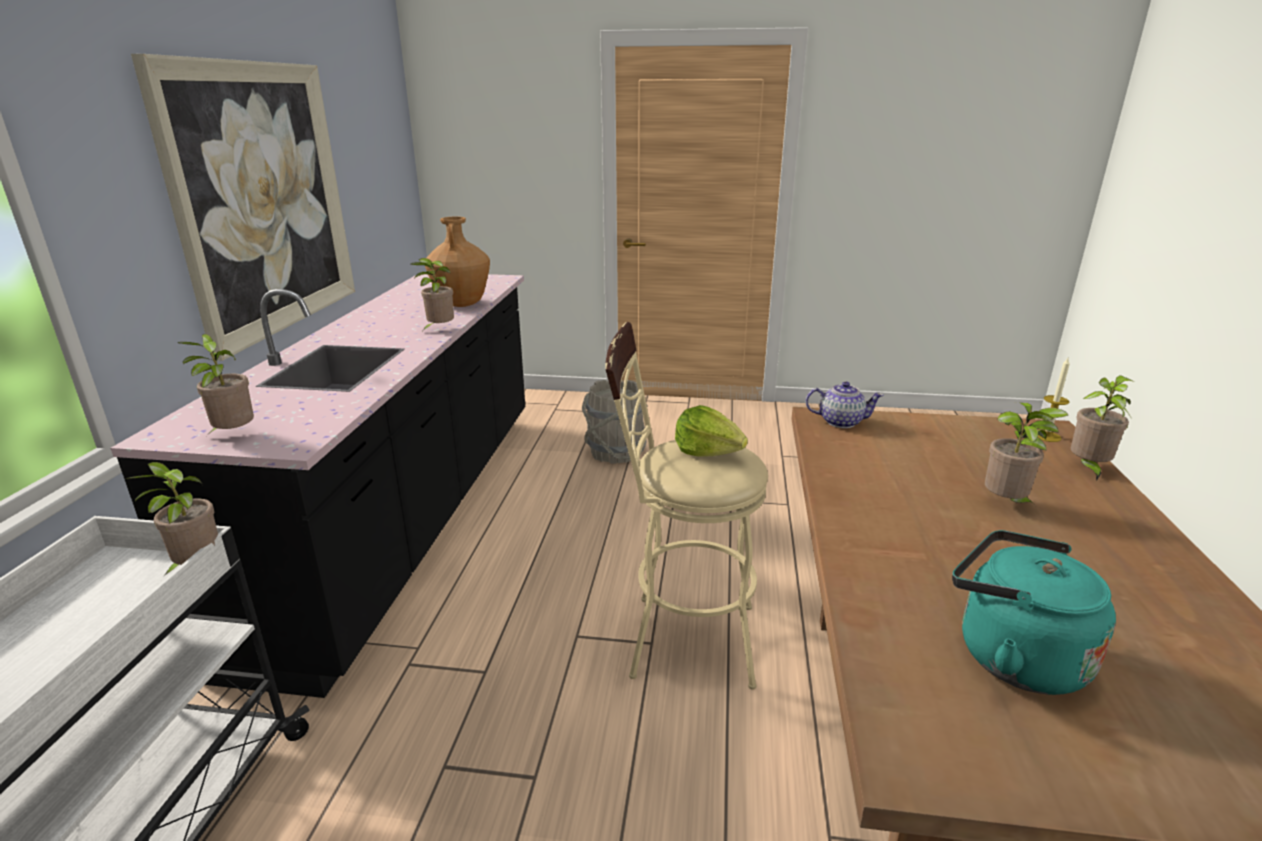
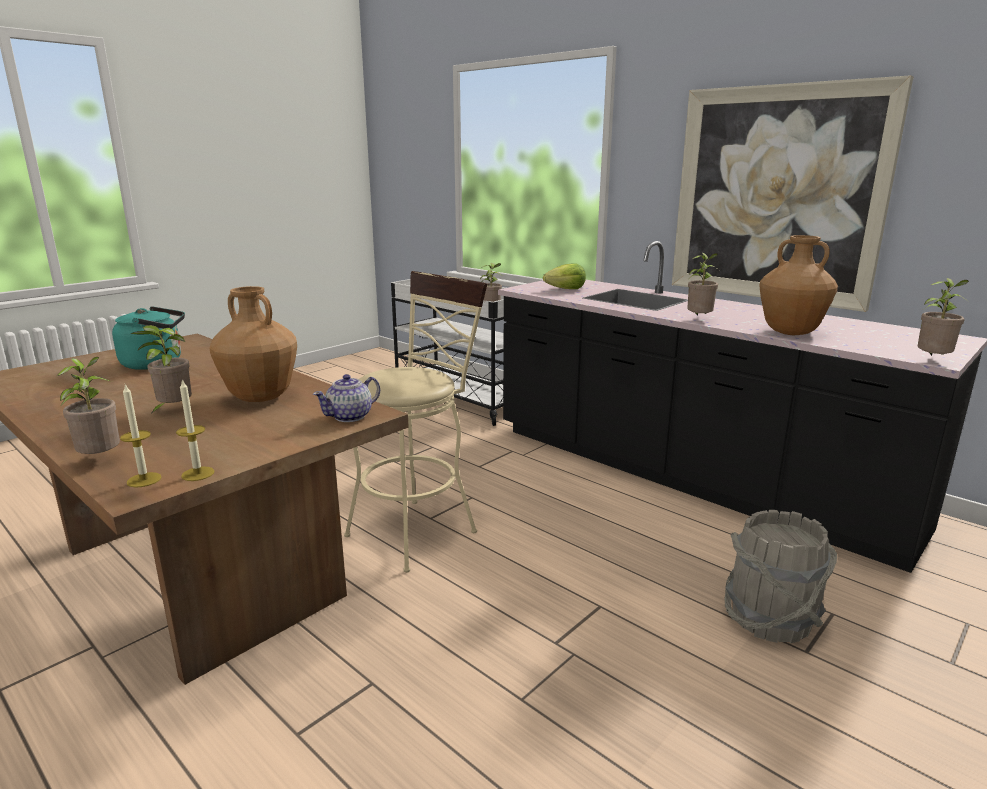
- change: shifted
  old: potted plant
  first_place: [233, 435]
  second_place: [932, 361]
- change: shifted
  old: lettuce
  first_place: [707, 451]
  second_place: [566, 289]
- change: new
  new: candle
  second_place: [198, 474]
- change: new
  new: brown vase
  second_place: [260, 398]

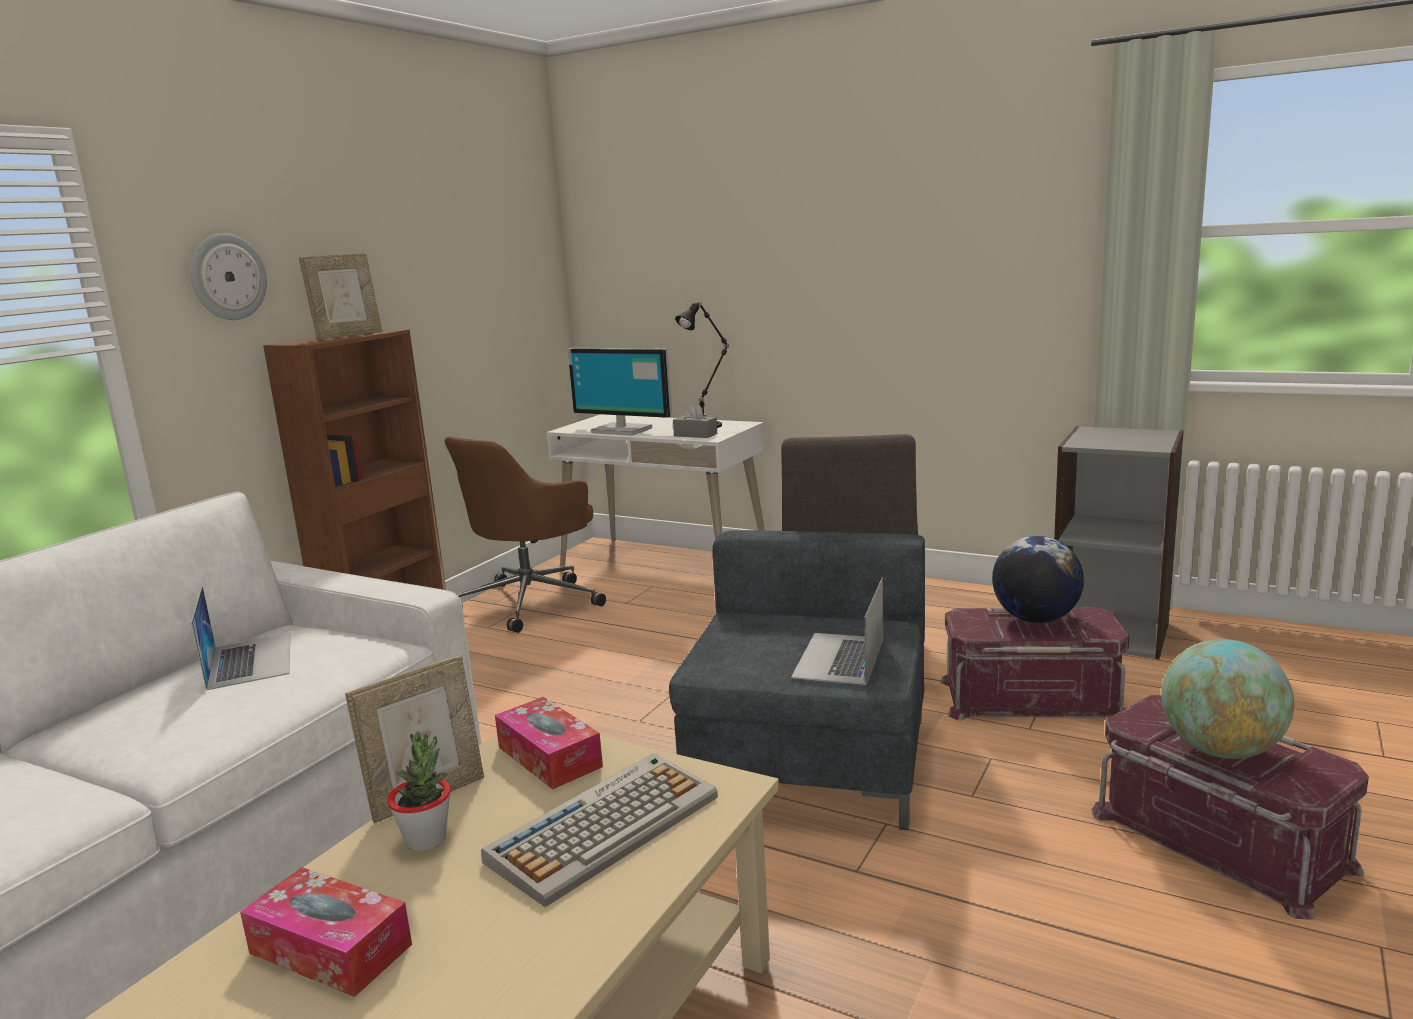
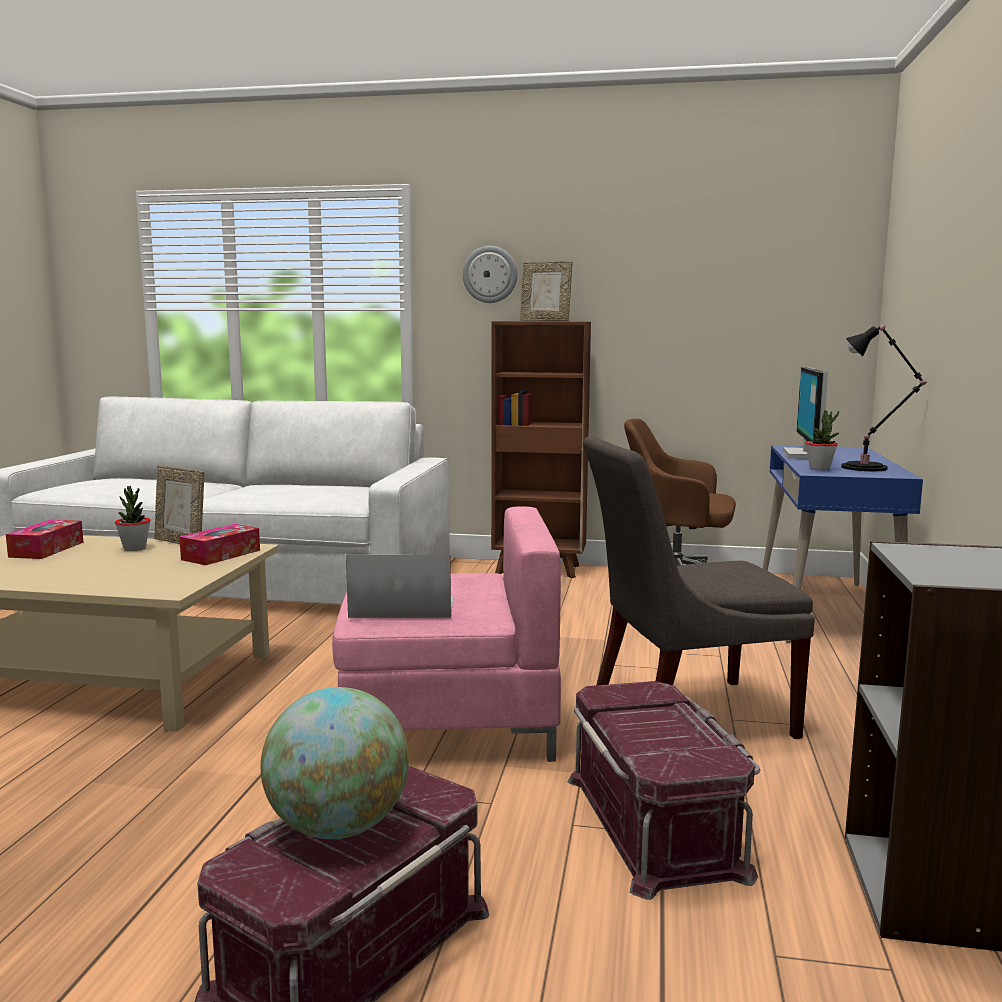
- change: gone
  old: laptop
  first_place: [250, 660]
- change: gone
  old: keyboard
  first_place: [605, 827]
- change: repainted
  old: white desk
  new: blue desk
  first_place: [664, 564]
  second_place: [826, 611]
- change: repainted
  old: grey armchair
  new: pink armchair
  first_place: [808, 762]
  second_place: [446, 717]
- change: swapped
  old: grey tissue box
  new: potted plant
  first_place: [695, 435]
  second_place: [819, 469]
- change: gone
  old: globe
  first_place: [1035, 619]

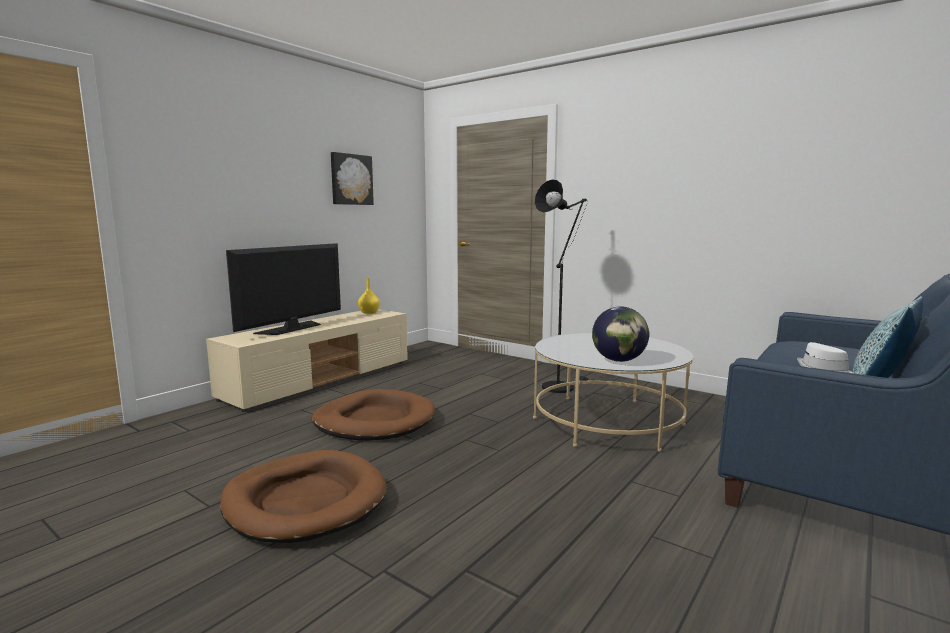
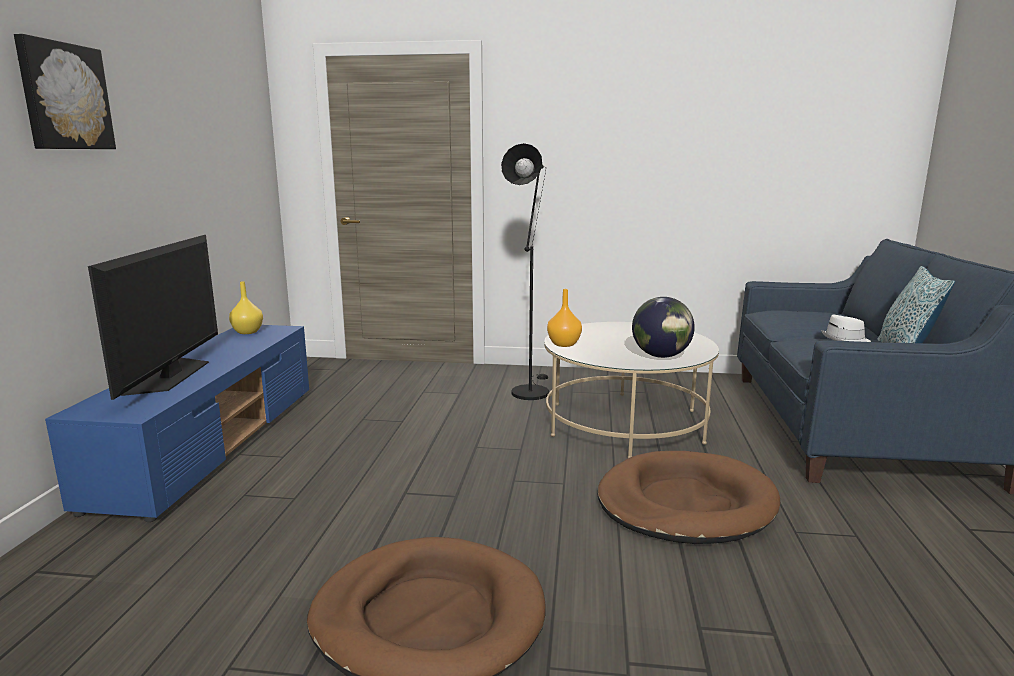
- change: repainted
  old: beige tv stand
  new: blue tv stand
  first_place: [321, 379]
  second_place: [212, 442]
- change: shifted
  old: brown dog bed
  first_place: [374, 421]
  second_place: [685, 503]
- change: shifted
  old: picture
  first_place: [351, 179]
  second_place: [64, 96]
- change: new
  new: orange vase
  second_place: [563, 344]

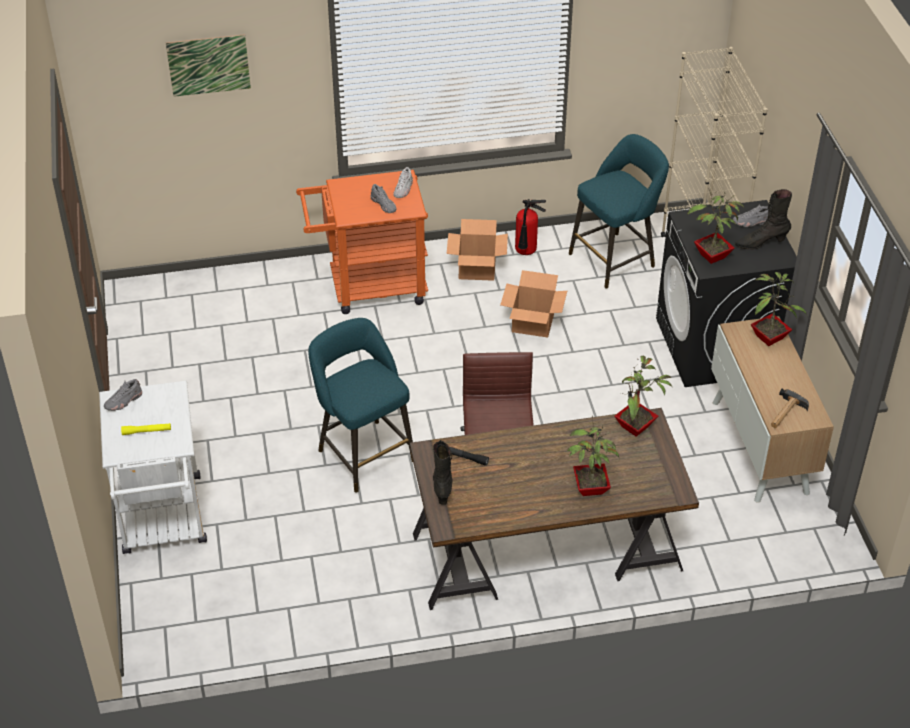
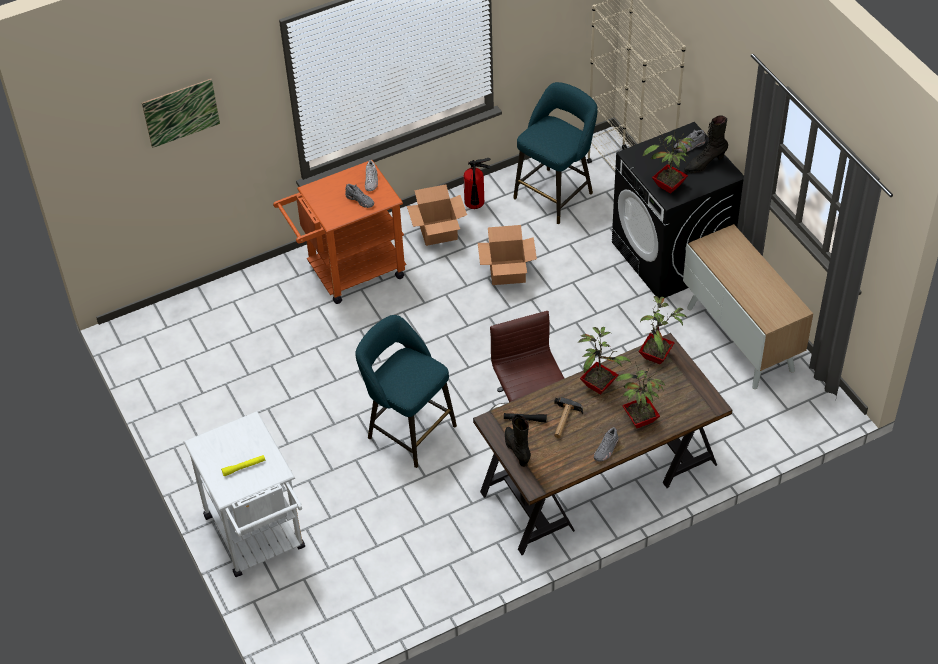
- change: shifted
  old: grey shoe
  first_place: [123, 401]
  second_place: [606, 449]
- change: shifted
  old: potted plant
  first_place: [770, 337]
  second_place: [599, 385]
- change: shifted
  old: hammer
  first_place: [785, 413]
  second_place: [564, 421]

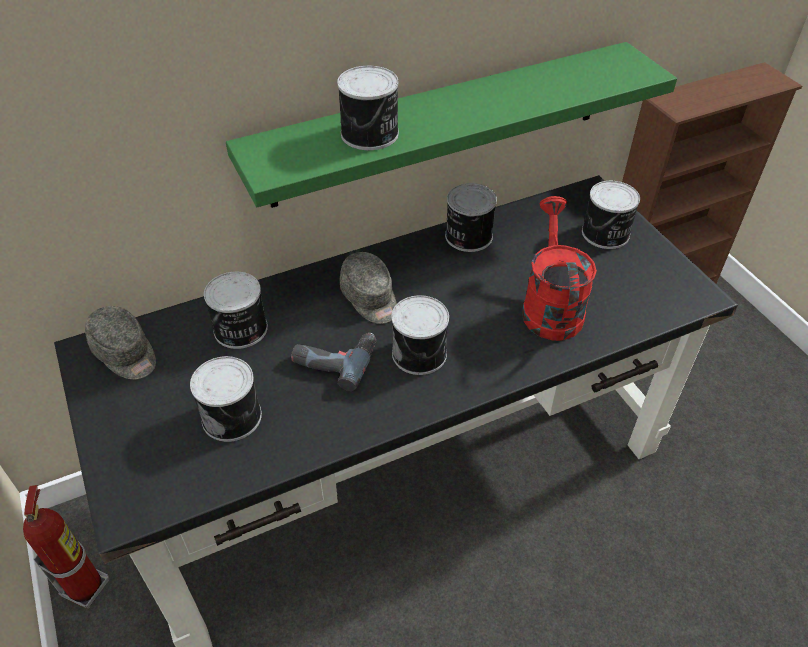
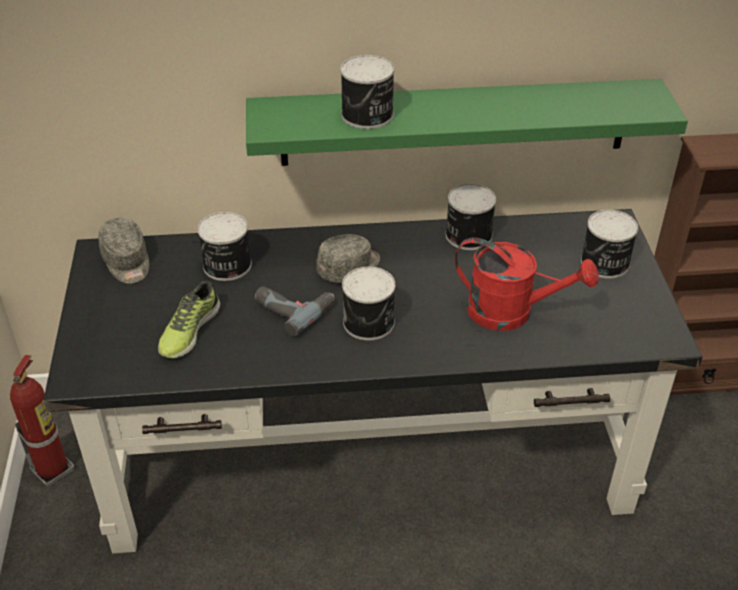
- change: swapped
  old: can
  new: shoe
  first_place: [233, 416]
  second_place: [188, 330]
- change: rotated
  old: grey cap
  first_place: [370, 299]
  second_place: [349, 267]
  degrees: -120
- change: rotated
  old: red watering can
  first_place: [550, 306]
  second_place: [511, 313]
  degrees: 90

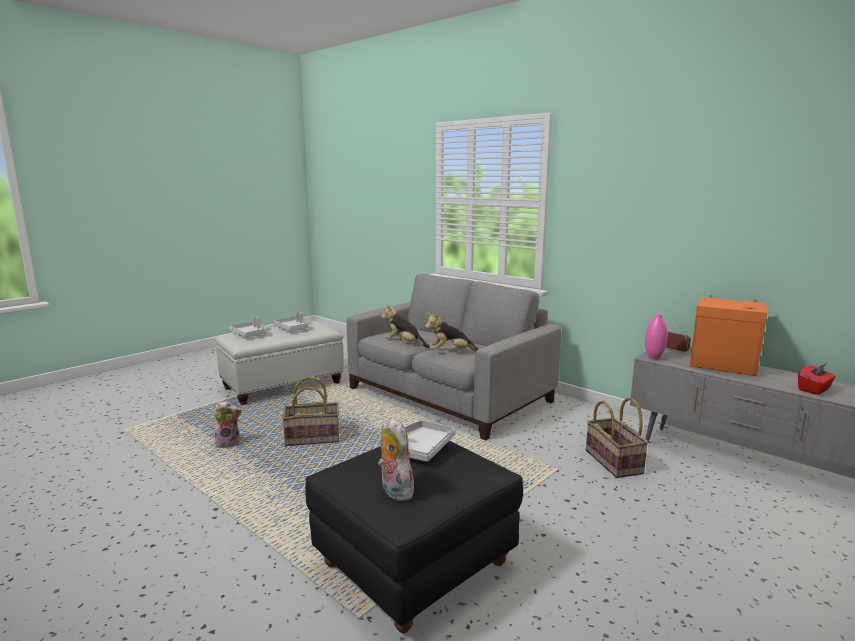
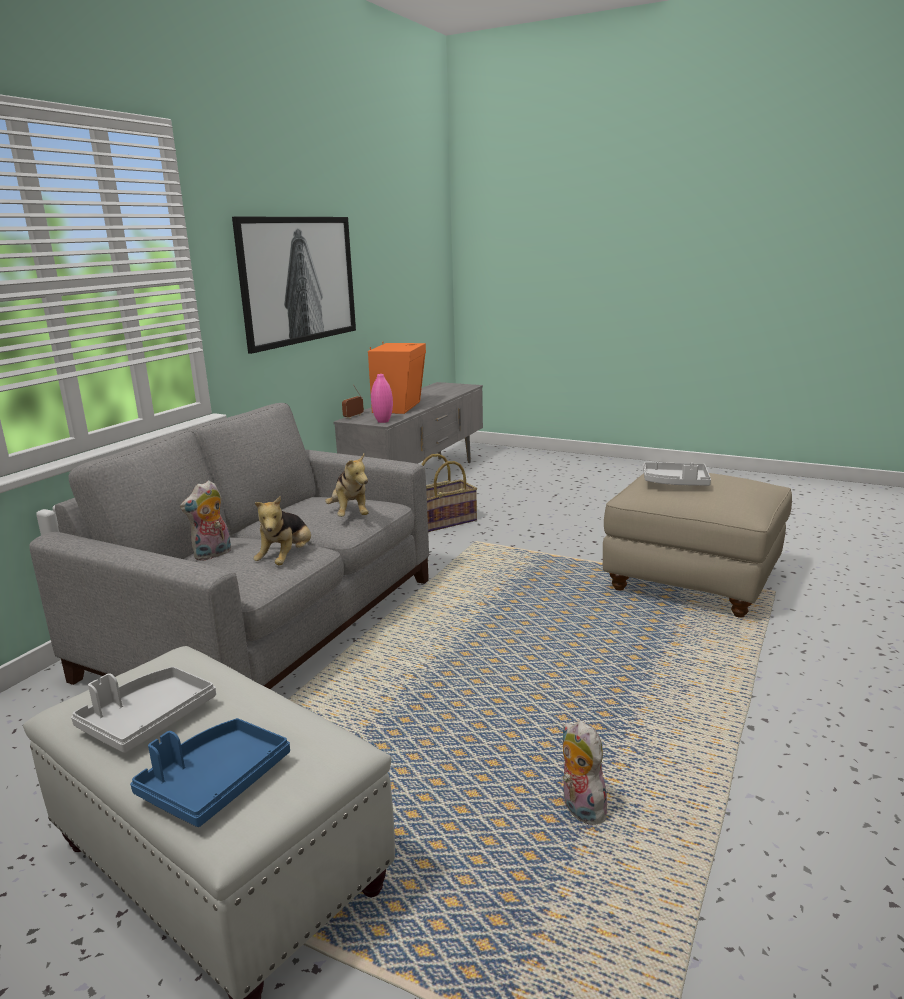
- change: repainted
  old: grey tray
  new: blue tray
  first_place: [250, 334]
  second_place: [214, 783]
- change: gone
  old: basket
  first_place: [313, 438]
- change: repainted
  old: black ottoman
  new: beige ottoman
  first_place: [414, 566]
  second_place: [693, 582]
- change: shifted
  old: plush toy
  first_place: [394, 491]
  second_place: [213, 555]
- change: gone
  old: red tissue box
  first_place: [814, 389]
- change: new
  new: picture
  second_place: [299, 280]

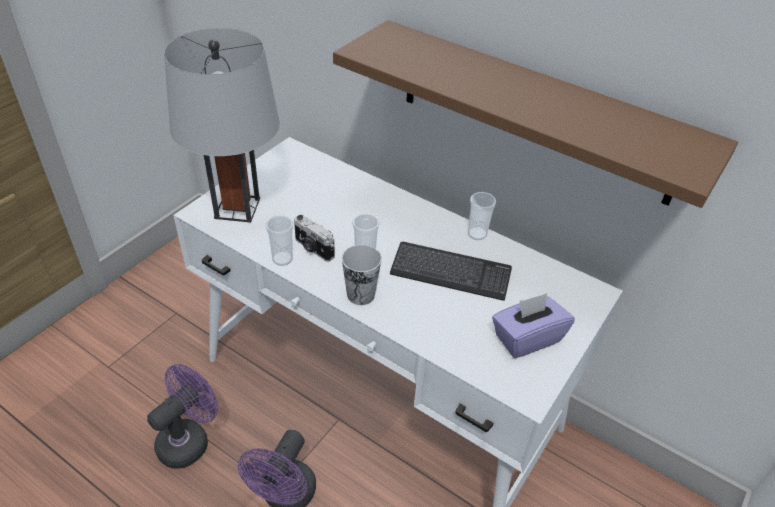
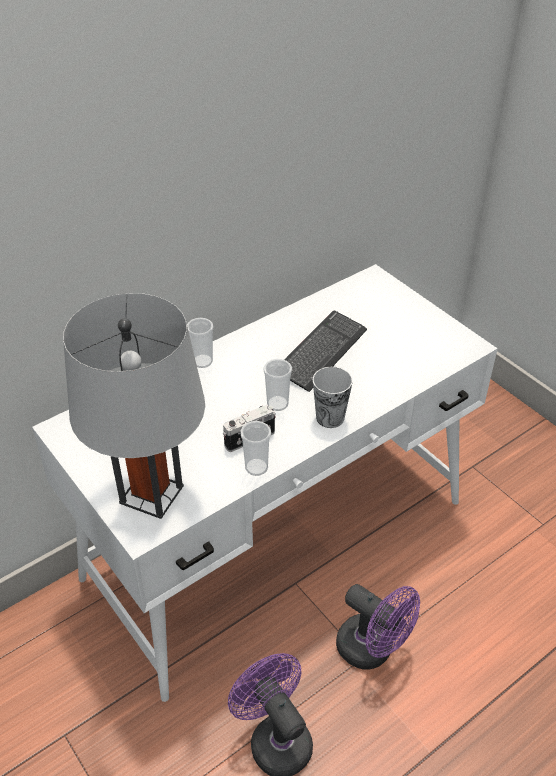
- change: gone
  old: brown shelf
  first_place: [535, 112]
- change: shifted
  old: cup
  first_place: [477, 234]
  second_place: [202, 361]
- change: gone
  old: purple tissue box
  first_place: [527, 338]

